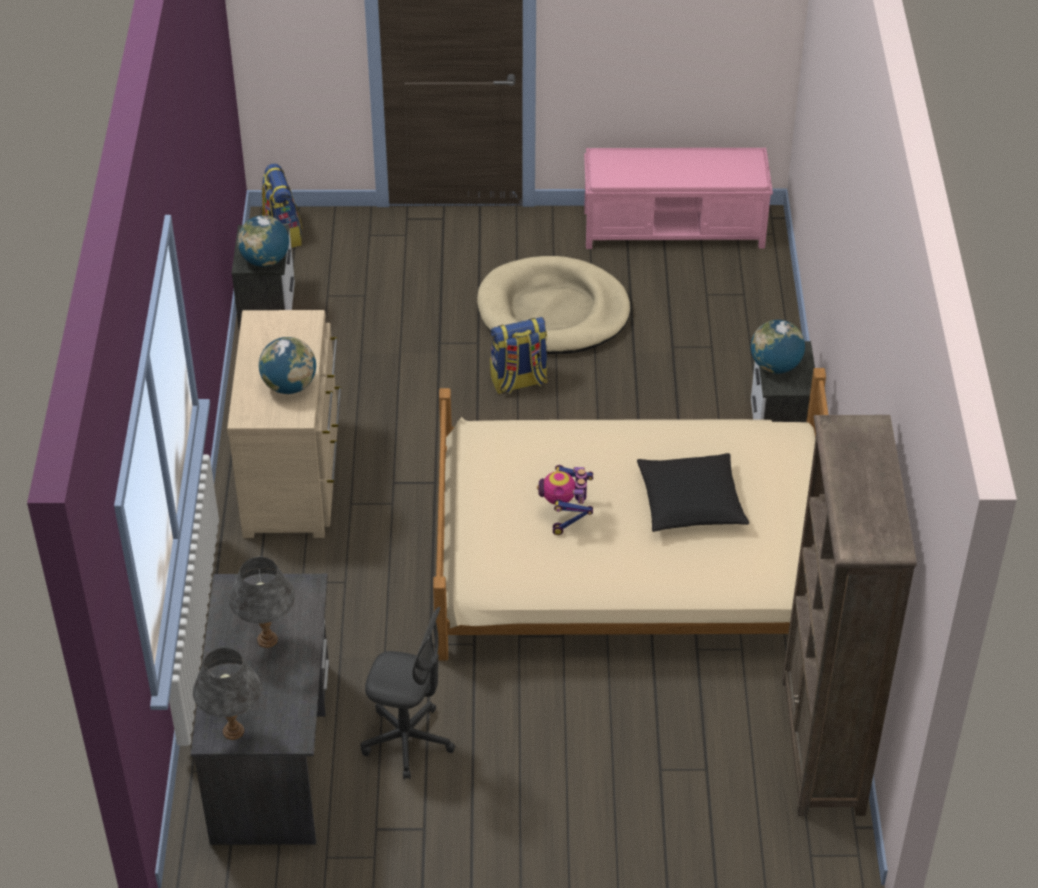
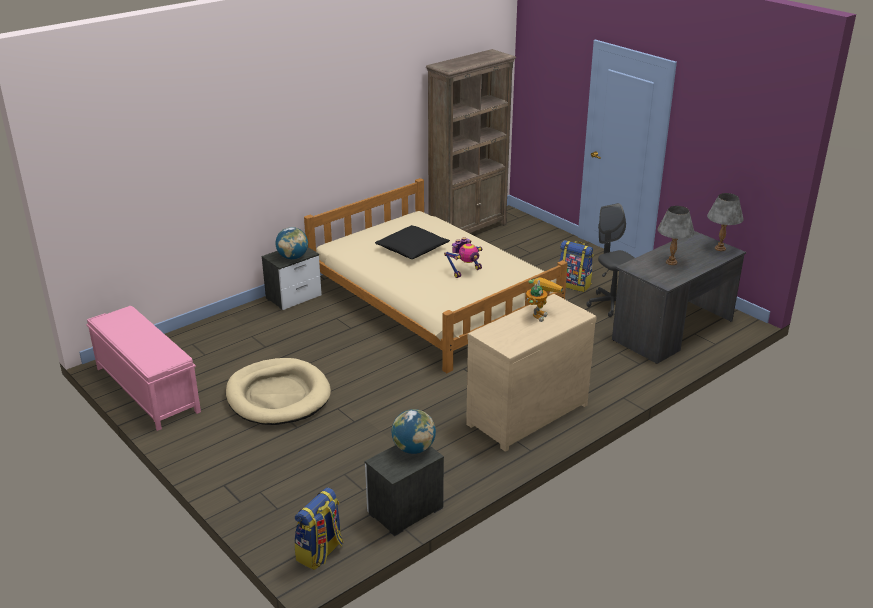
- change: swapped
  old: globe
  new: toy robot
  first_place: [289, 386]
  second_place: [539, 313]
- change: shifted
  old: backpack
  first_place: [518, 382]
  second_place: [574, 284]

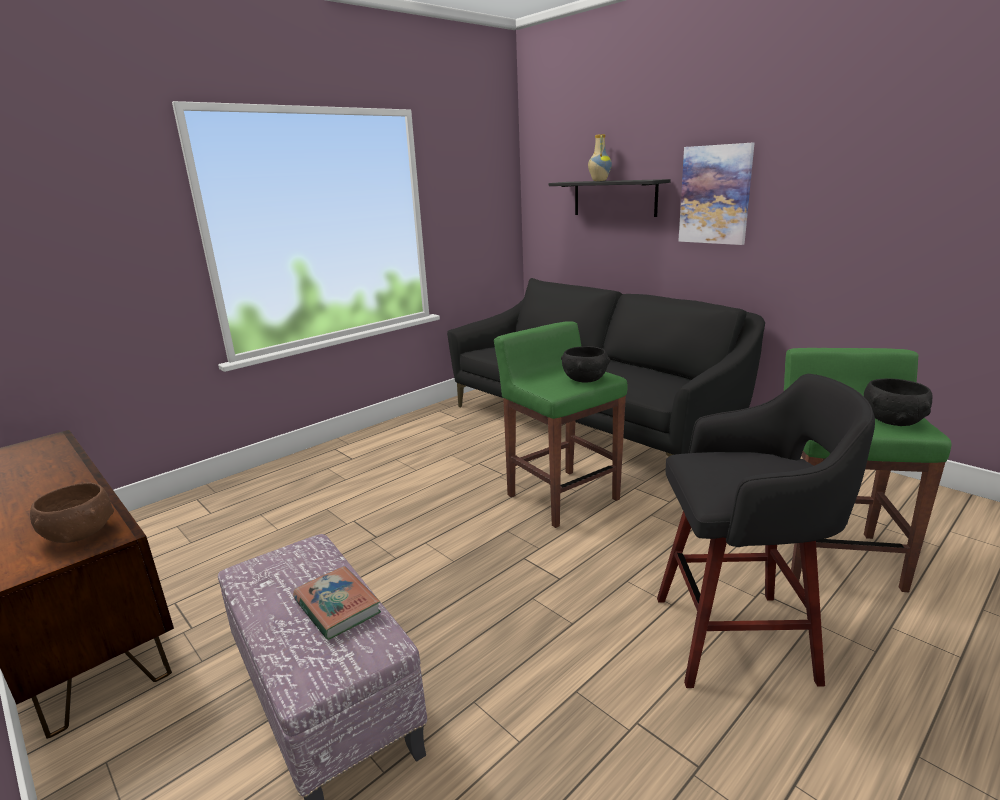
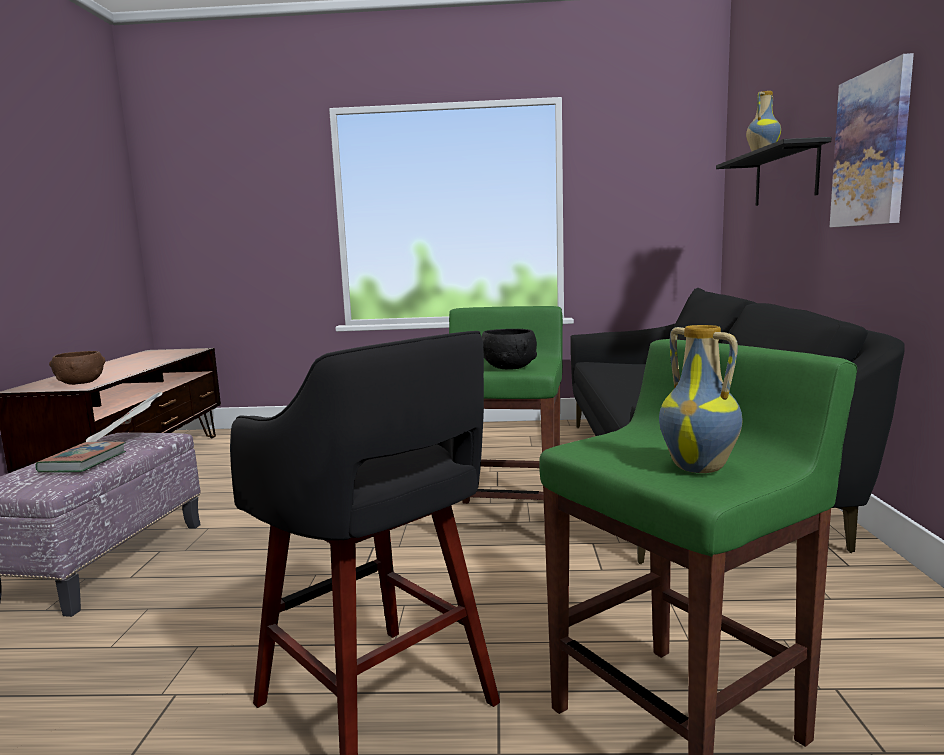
- change: swapped
  old: black bowl
  new: vase
  first_place: [892, 421]
  second_place: [700, 468]
- change: new
  new: newspaper
  second_place: [125, 438]

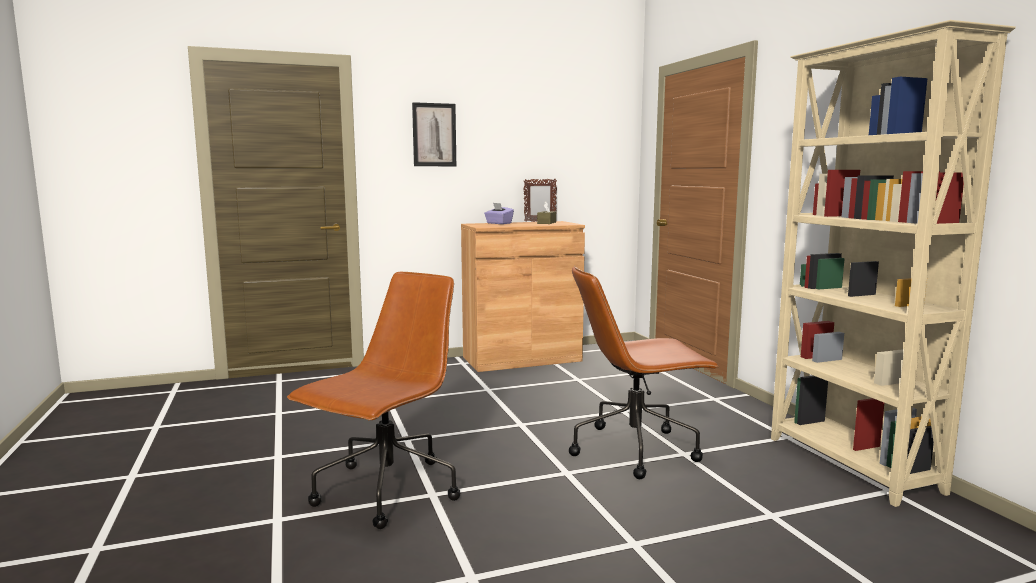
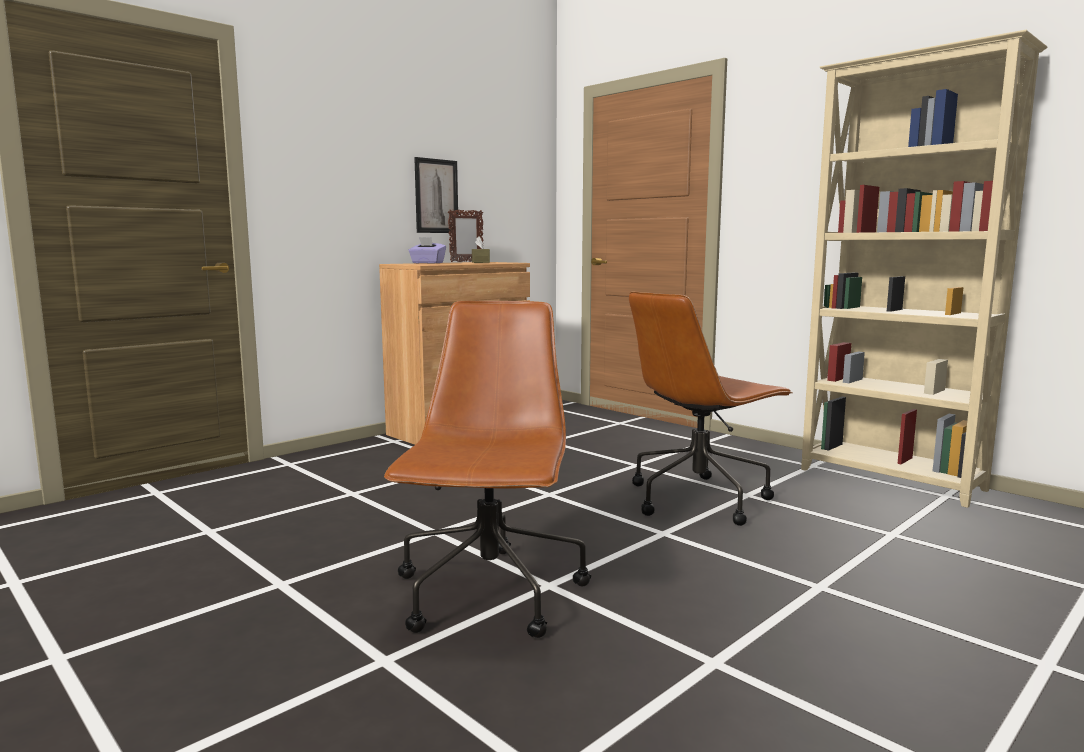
- change: shifted
  old: picture
  first_place: [434, 135]
  second_place: [436, 196]

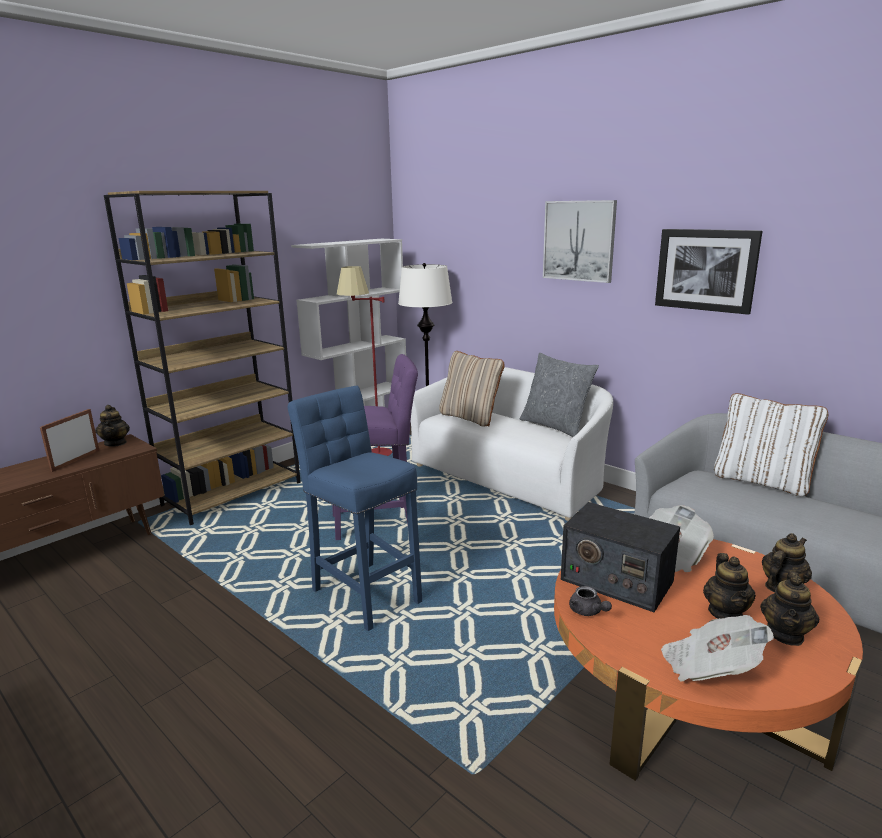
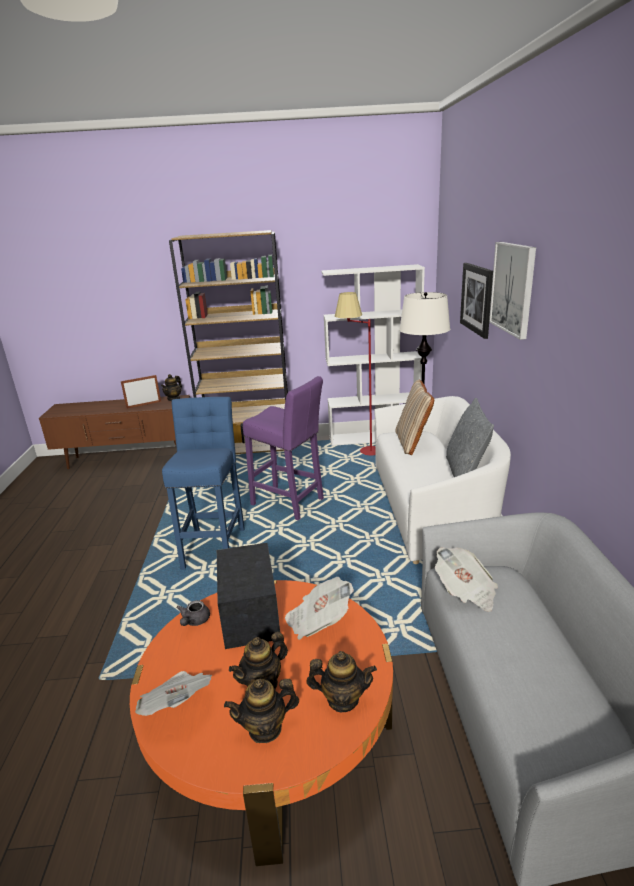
- change: shifted
  old: picture
  first_place: [706, 270]
  second_place: [477, 299]
- change: gone
  old: white pillow
  first_place: [762, 481]
- change: new
  new: newspaper
  second_place: [466, 592]

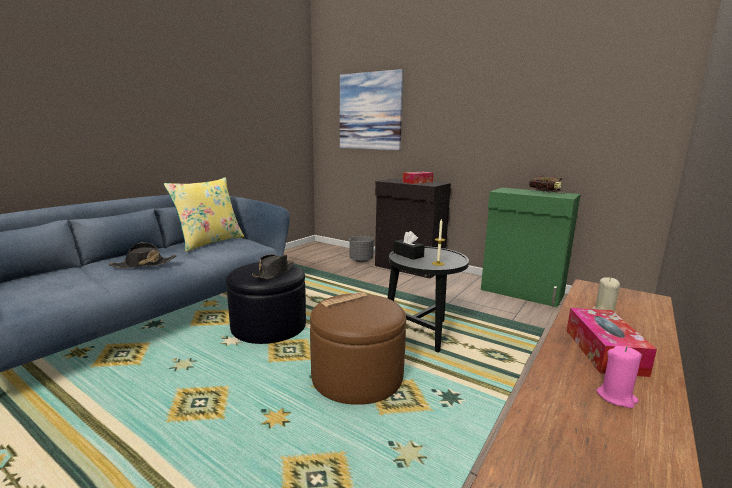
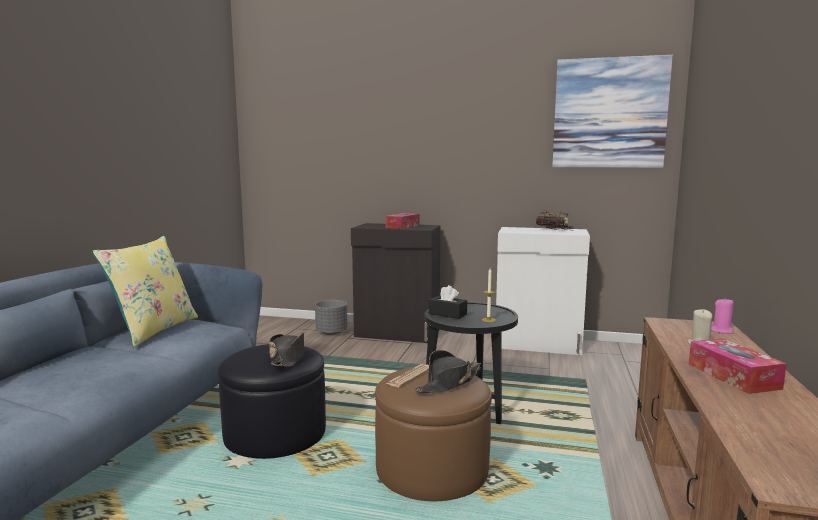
- change: shifted
  old: black hat
  first_place: [144, 264]
  second_place: [448, 383]
- change: shifted
  old: picture
  first_place: [370, 111]
  second_place: [609, 113]
- change: repainted
  old: green cabinet
  new: white cabinet
  first_place: [522, 292]
  second_place: [538, 344]
- change: shifted
  old: pink candle
  first_place: [616, 397]
  second_place: [721, 331]

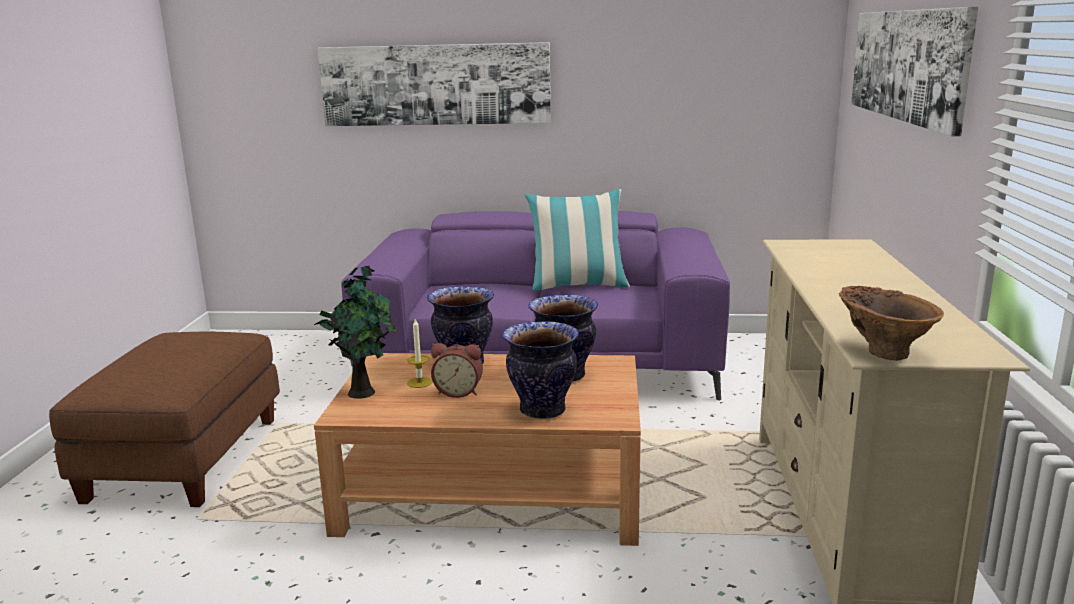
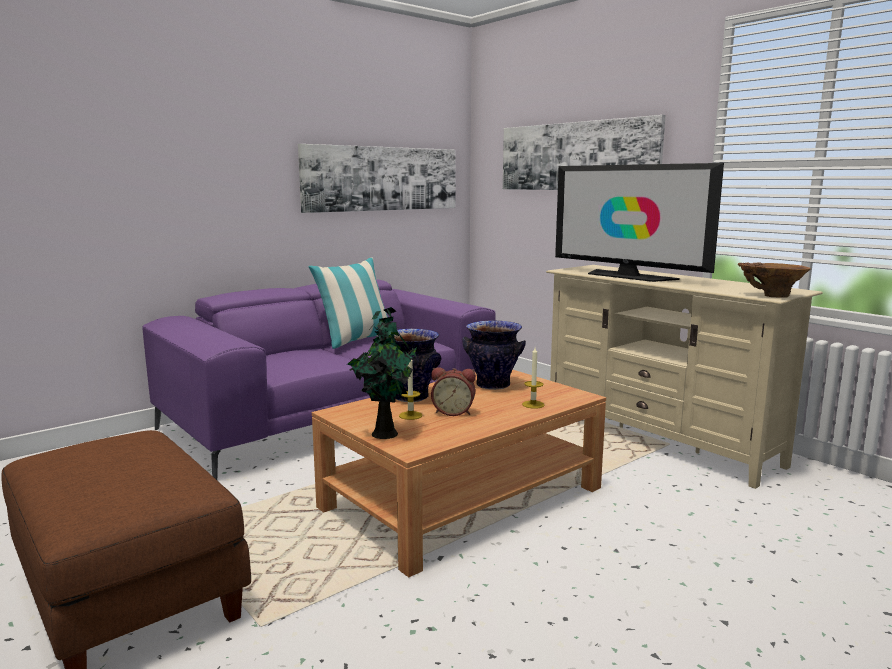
- change: shifted
  old: picture
  first_place: [435, 85]
  second_place: [382, 178]
- change: rotated
  old: alarm clock
  first_place: [459, 392]
  second_place: [453, 412]
  degrees: 45
- change: swapped
  old: vase
  new: candle
  first_place: [543, 411]
  second_place: [533, 404]
- change: new
  new: television
  second_place: [627, 276]

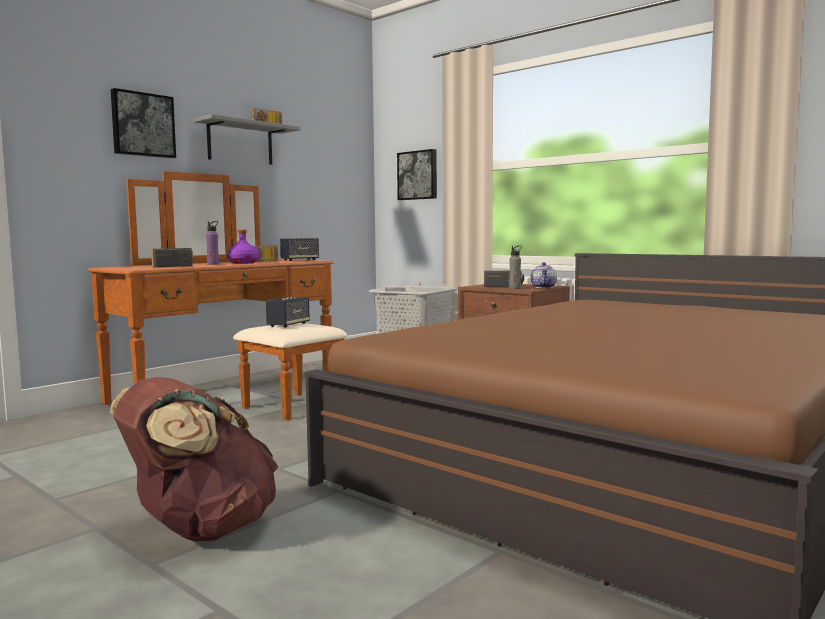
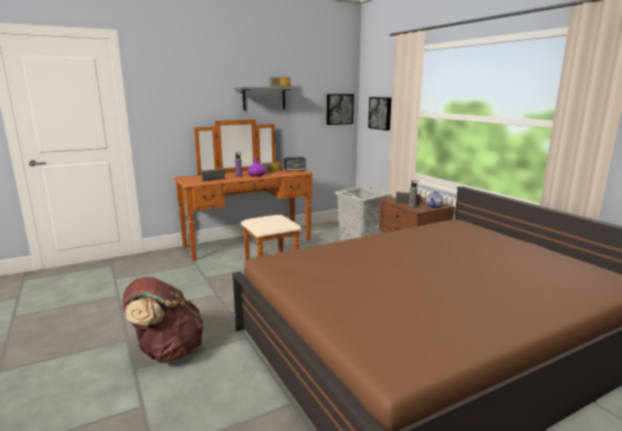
- change: shifted
  old: picture
  first_place: [142, 125]
  second_place: [339, 109]
- change: gone
  old: speaker
  first_place: [288, 325]

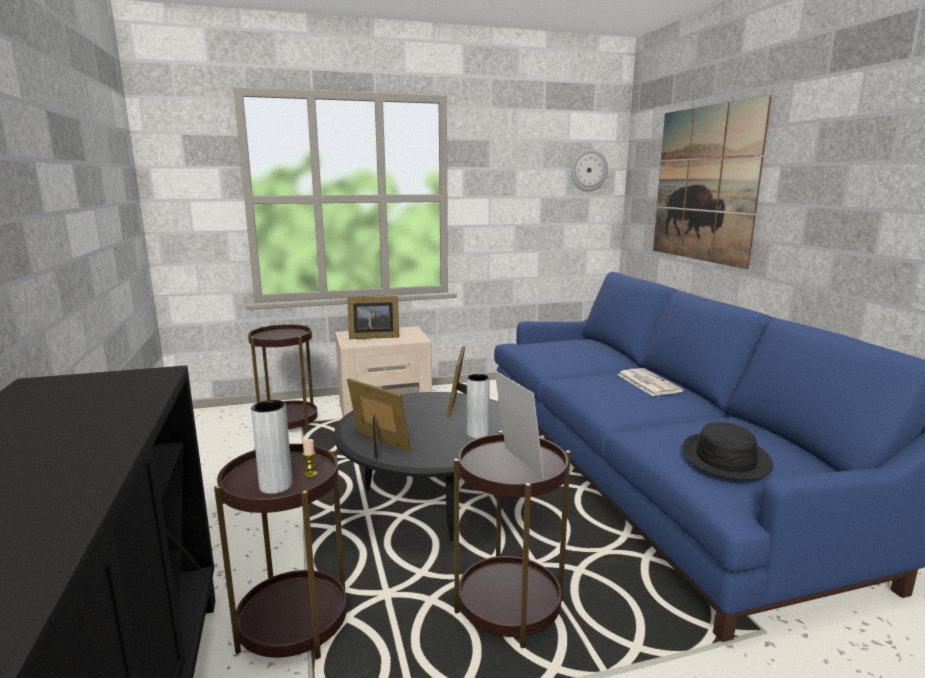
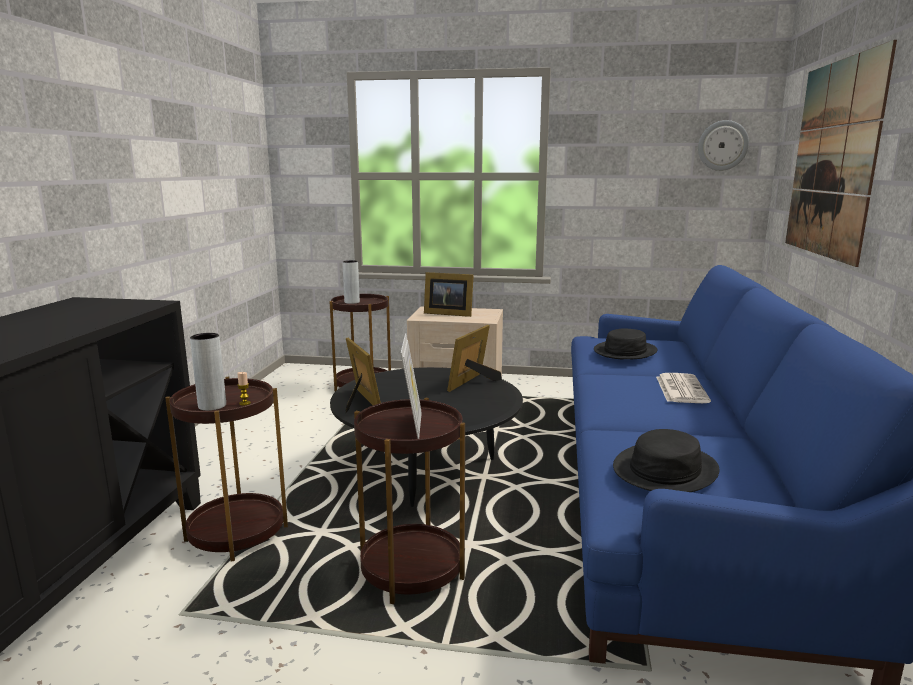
- change: shifted
  old: grey vase
  first_place: [477, 434]
  second_place: [352, 302]
- change: new
  new: black hat
  second_place: [625, 351]

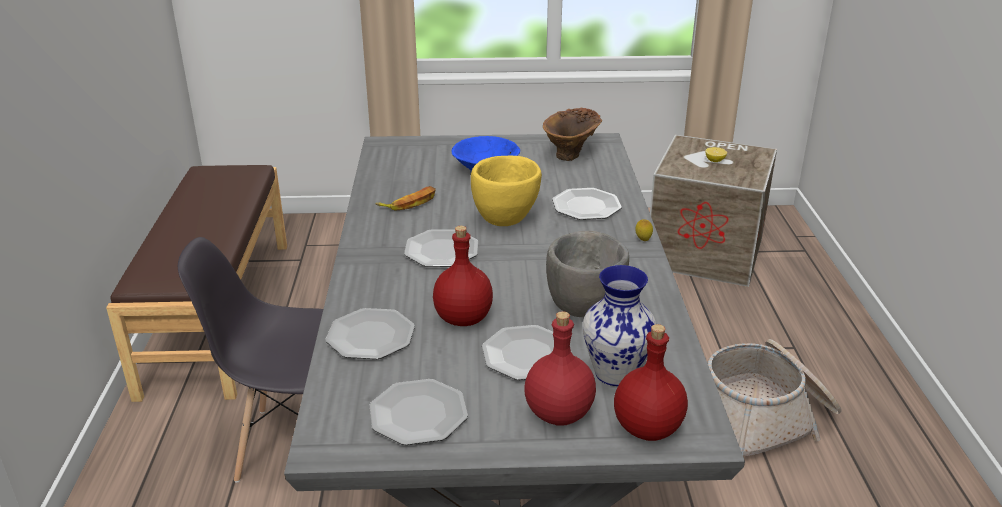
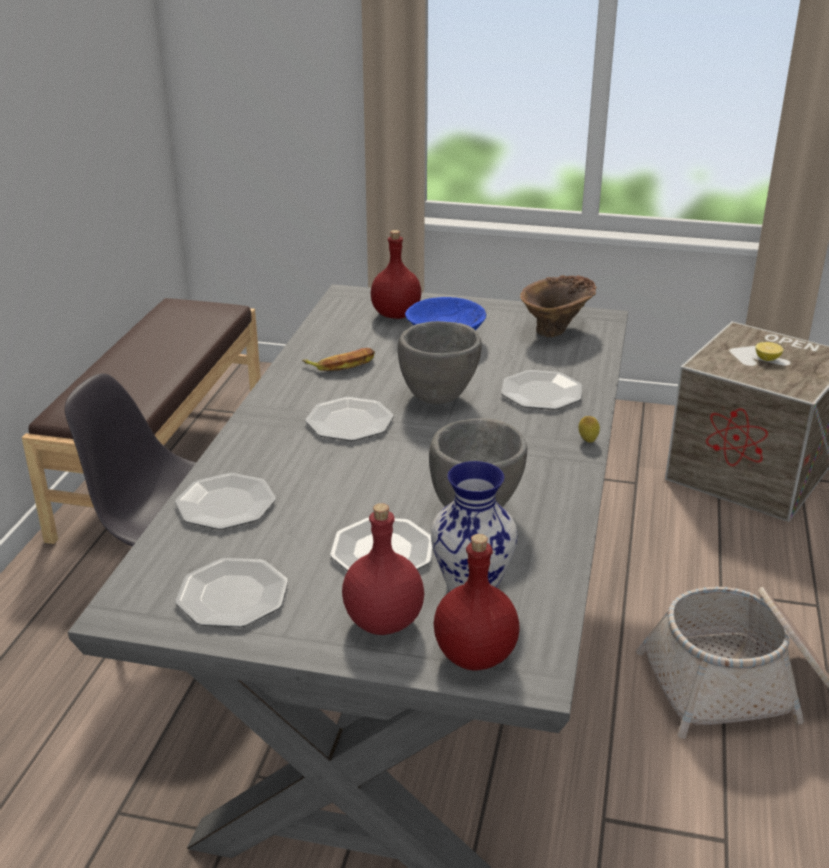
- change: shifted
  old: red bottle
  first_place: [462, 318]
  second_place: [395, 314]
- change: repainted
  old: yellow bowl
  new: grey bowl
  first_place: [506, 220]
  second_place: [439, 397]

